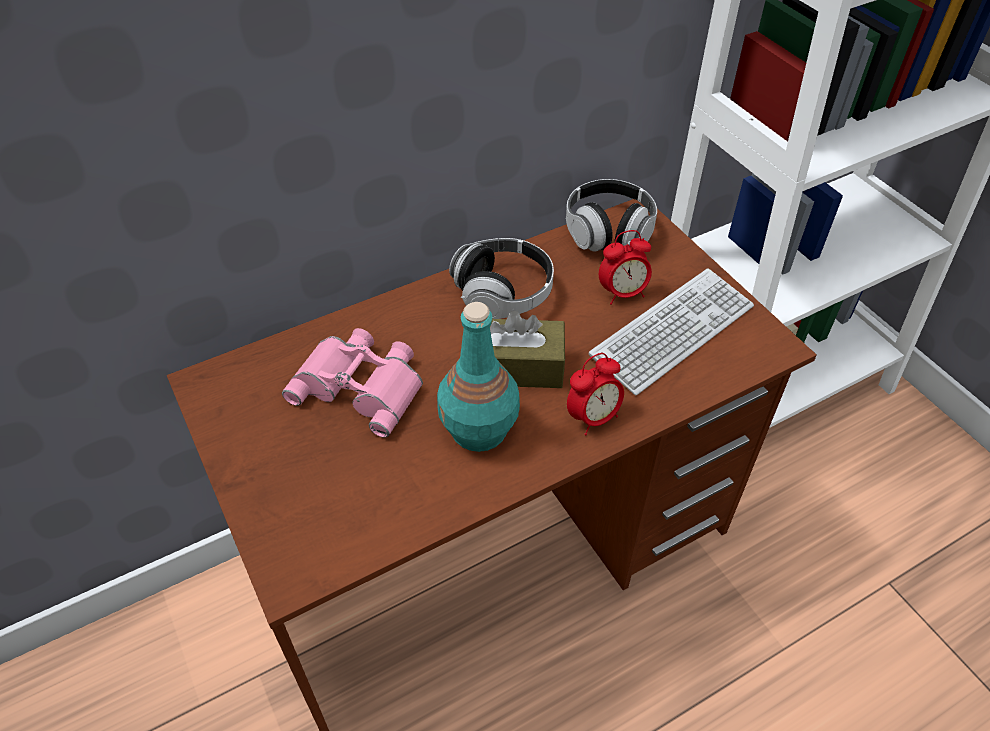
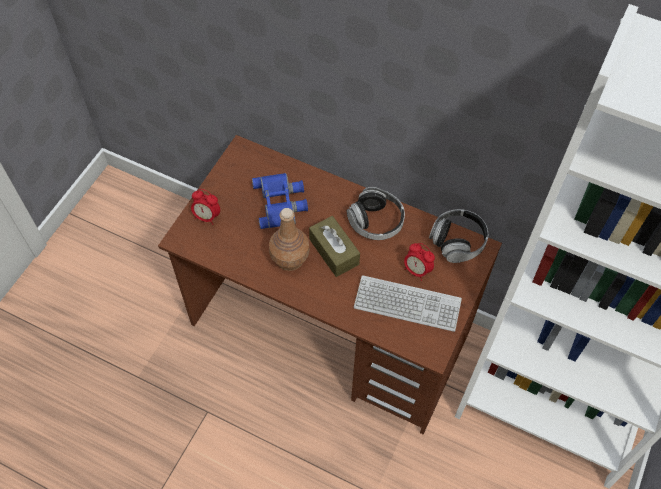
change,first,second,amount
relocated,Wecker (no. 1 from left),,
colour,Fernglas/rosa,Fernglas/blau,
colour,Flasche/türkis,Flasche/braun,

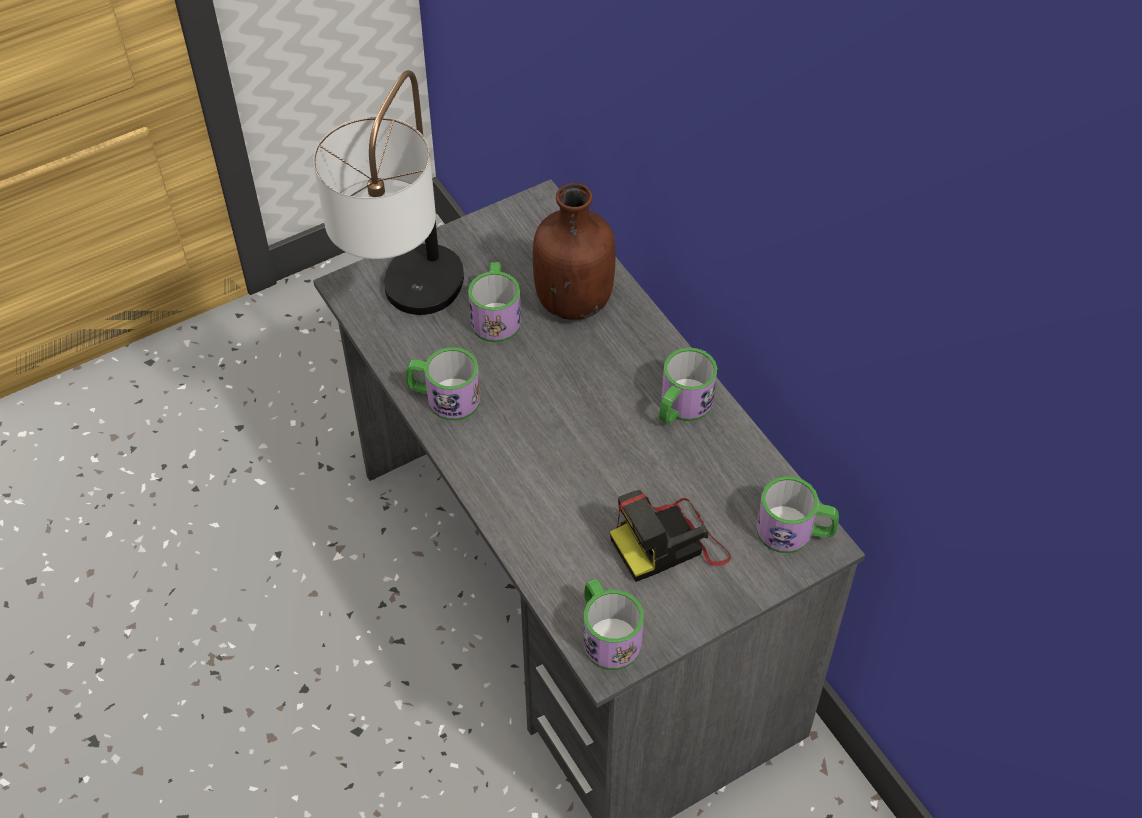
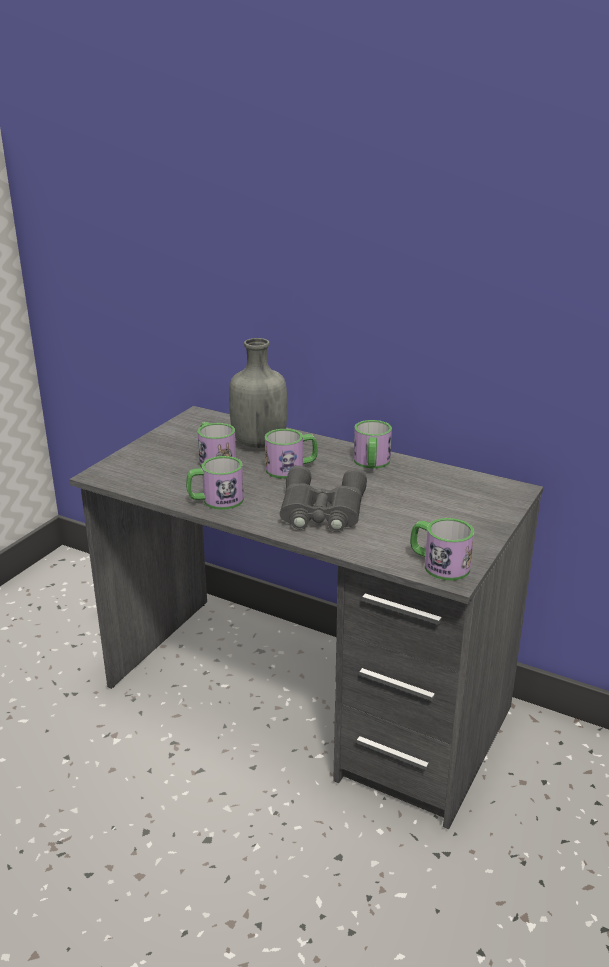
change,first,second,amount
missing,Tischlampe,,
missing,Kamera,,
appeared,,Fernglas/grau,
relocated,Henkelbecher (no. 5 from left in the first image),Henkelbecher (no. 3 from left),
colour,Flasche/braun,Flasche/grau,

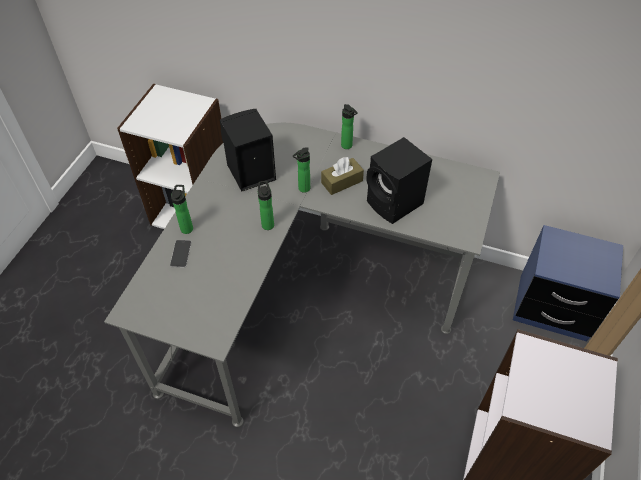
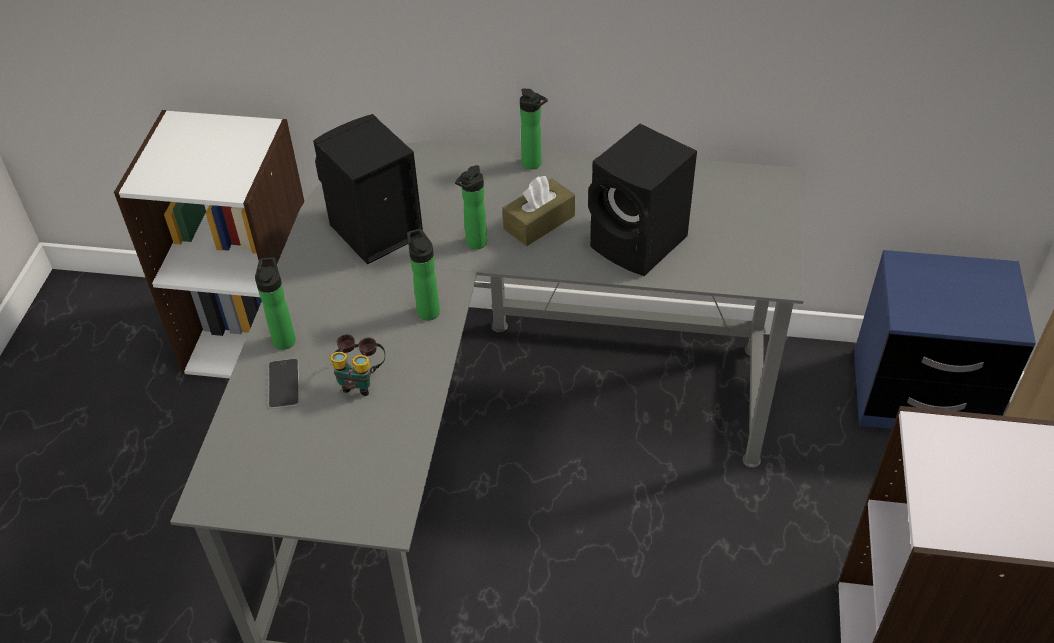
change,first,second,amount
appeared,,Fernglas,

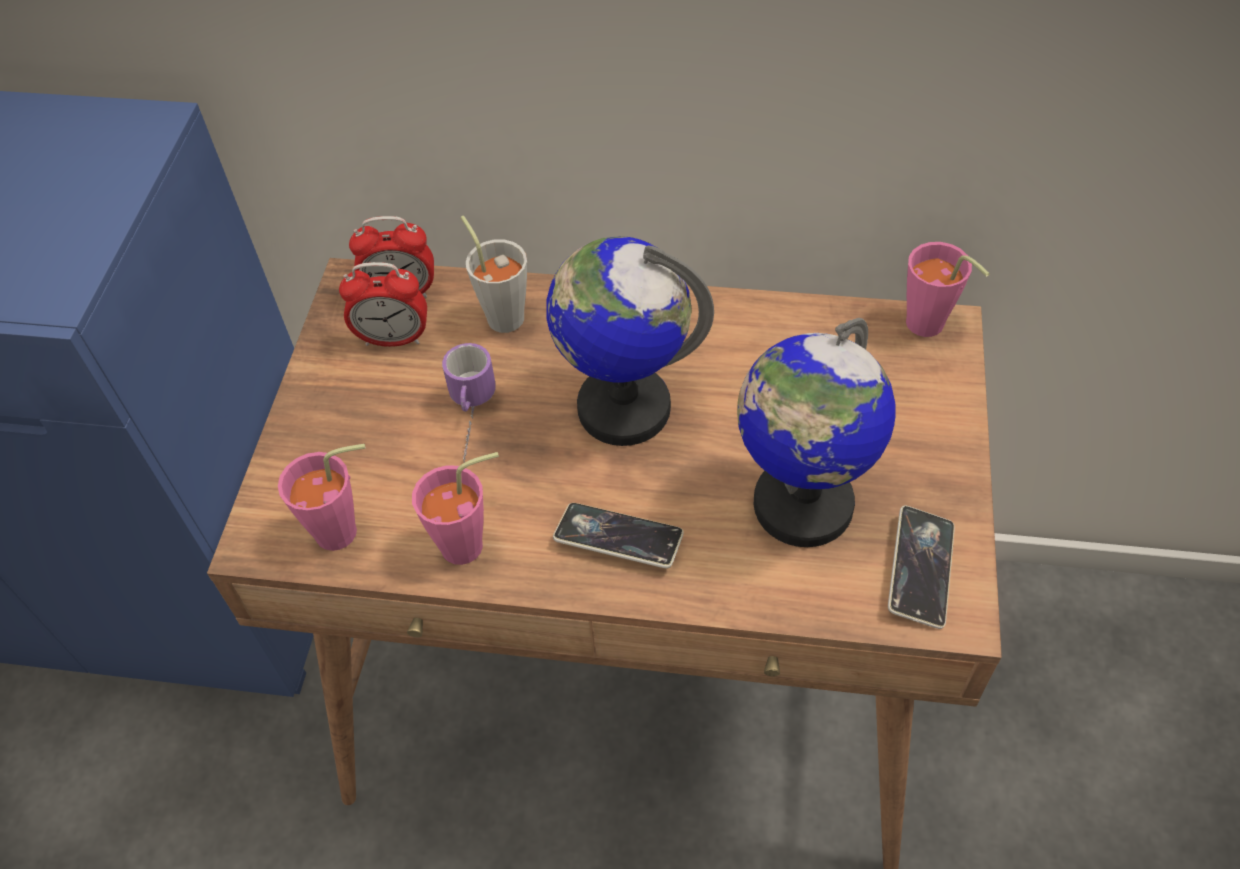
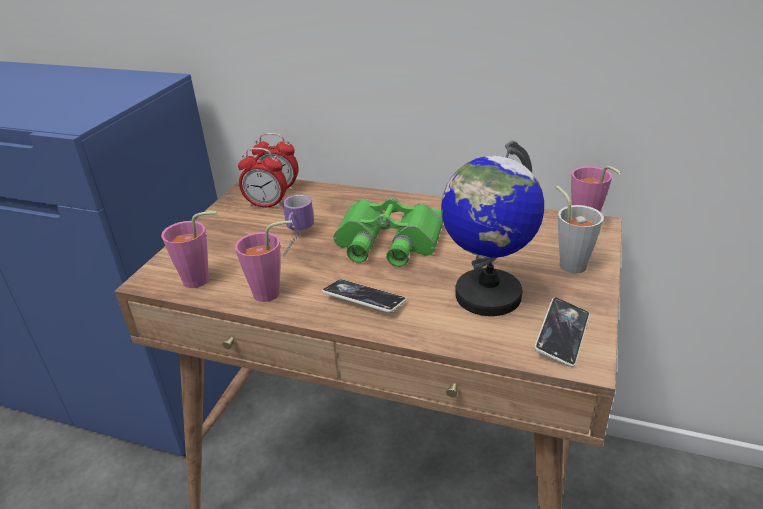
change,first,second,amount
relocated,Tasse/grau,,
exchanged,Globus (no. 1 from left),Fernglas/grün,

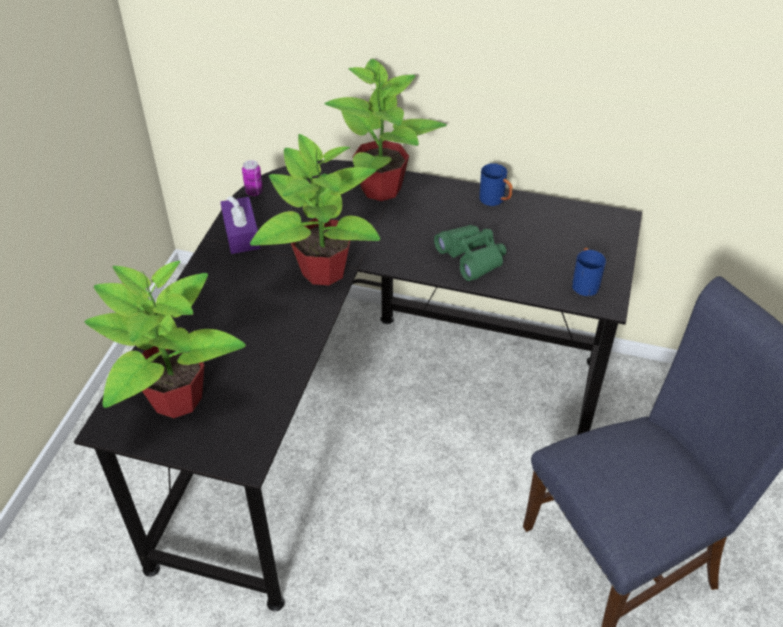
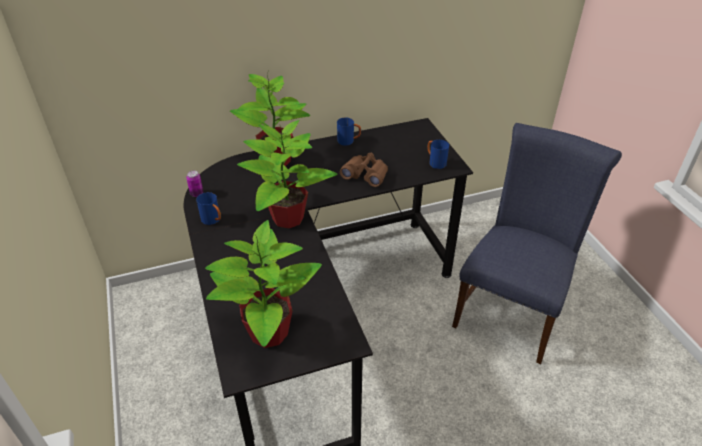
change,first,second,amount
exchanged,Taschentuchbox/lila,Henkelbecher/blau (no. 1 from left),
colour,Fernglas/grün,Fernglas/braun,

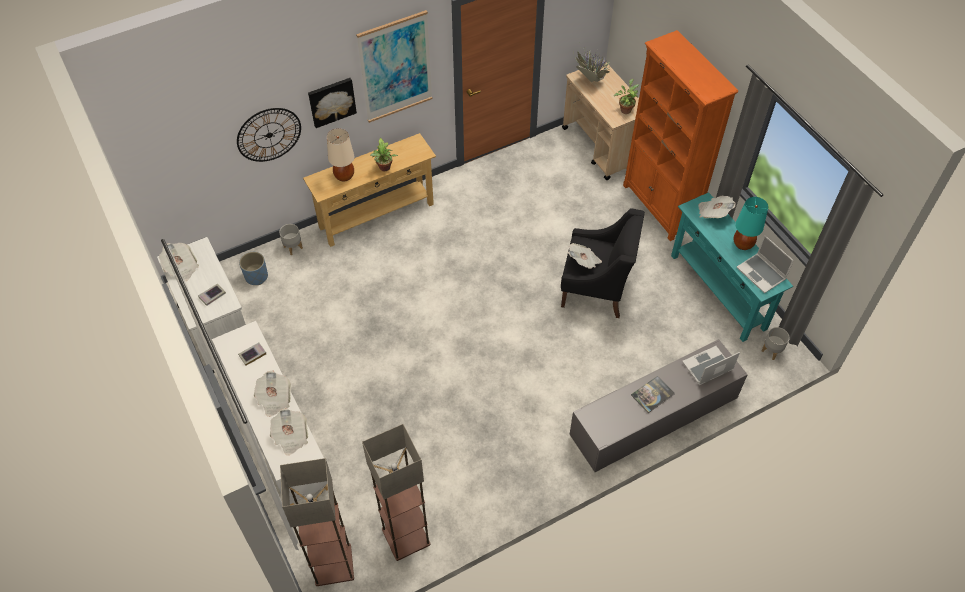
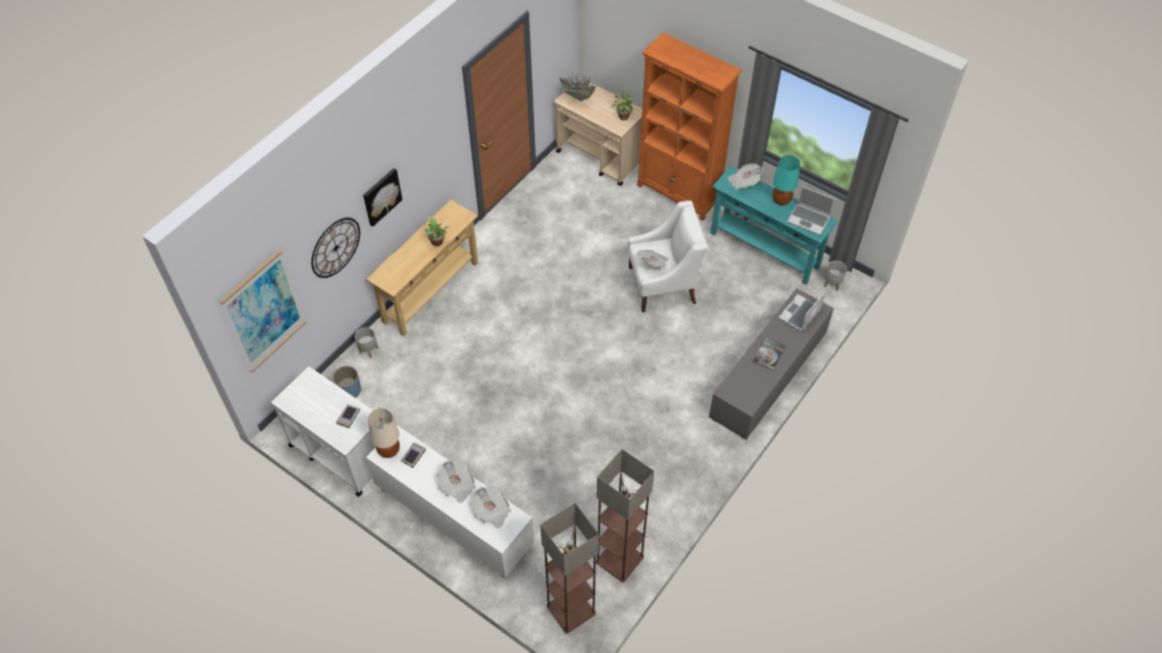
change,first,second,amount
missing,Zeitung (no. 1 from left),,
relocated,Tischlampe/beige,,
relocated,Bild (no. 2 from left in the first image),Bild (no. 1 from left),
colour,Sessel/schwarz,Sessel/weiß,

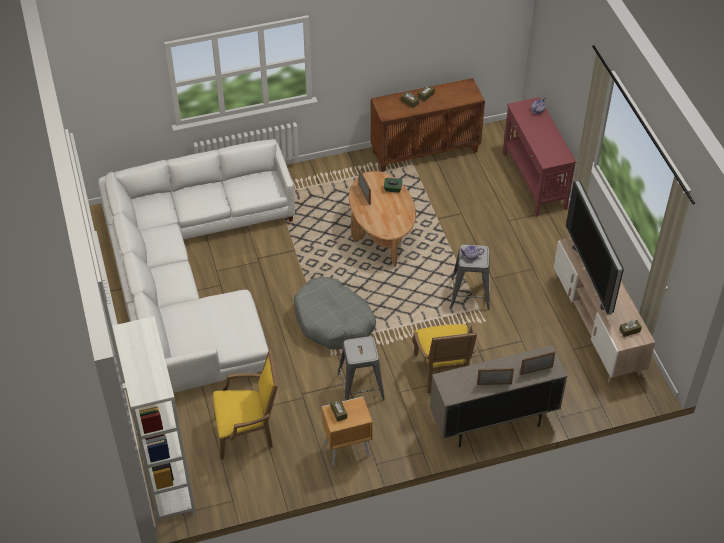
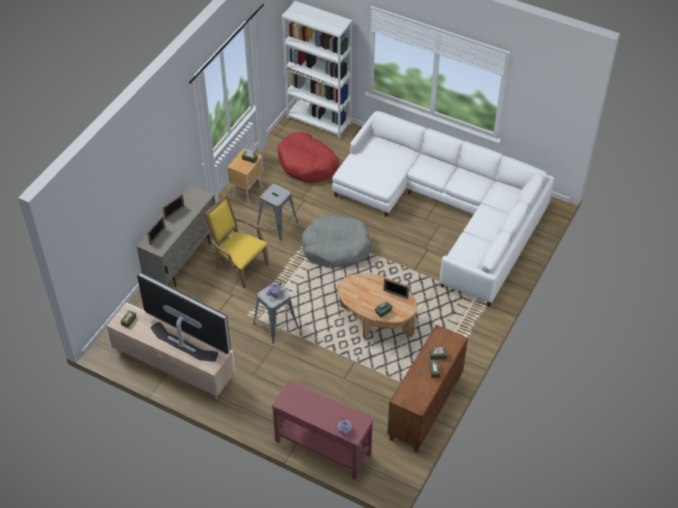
change,first,second,amount
exchanged,Sessel/gelb (no. 1 from left),Hundebett/rot,

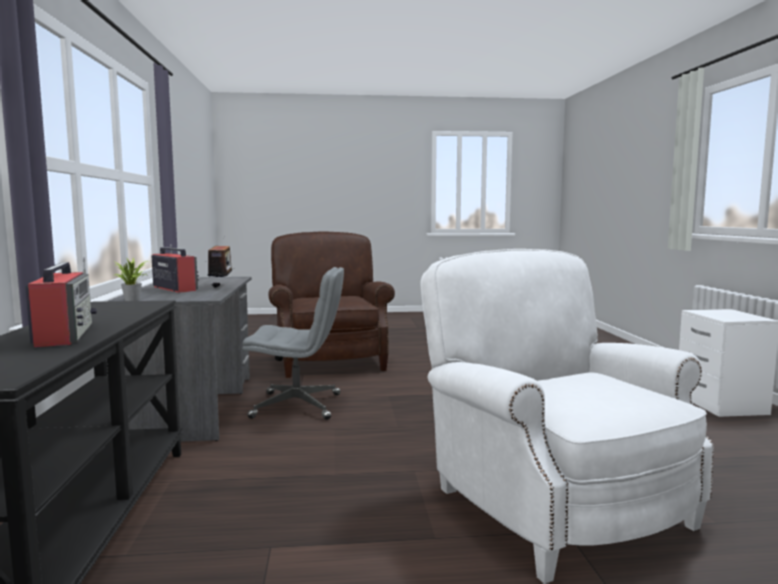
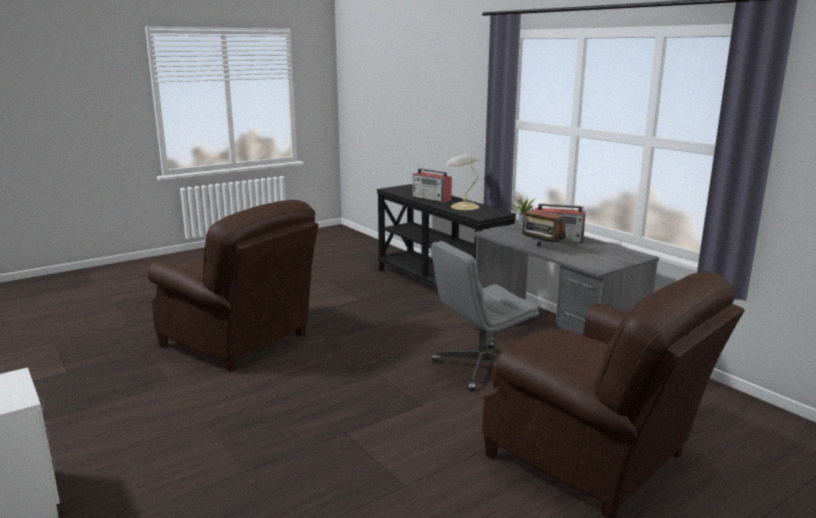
change,first,second,amount
appeared,,Tischlampe,
colour,Sessel/weiß,Sessel/braun (no. 1 from left),

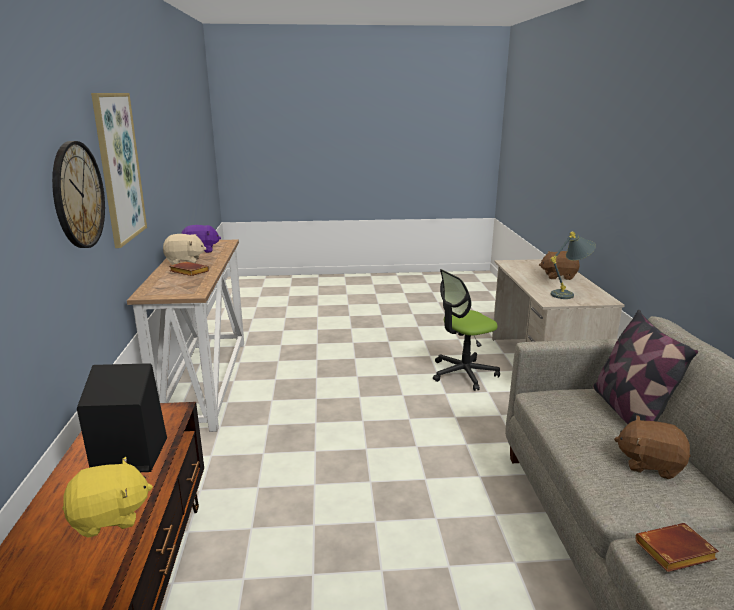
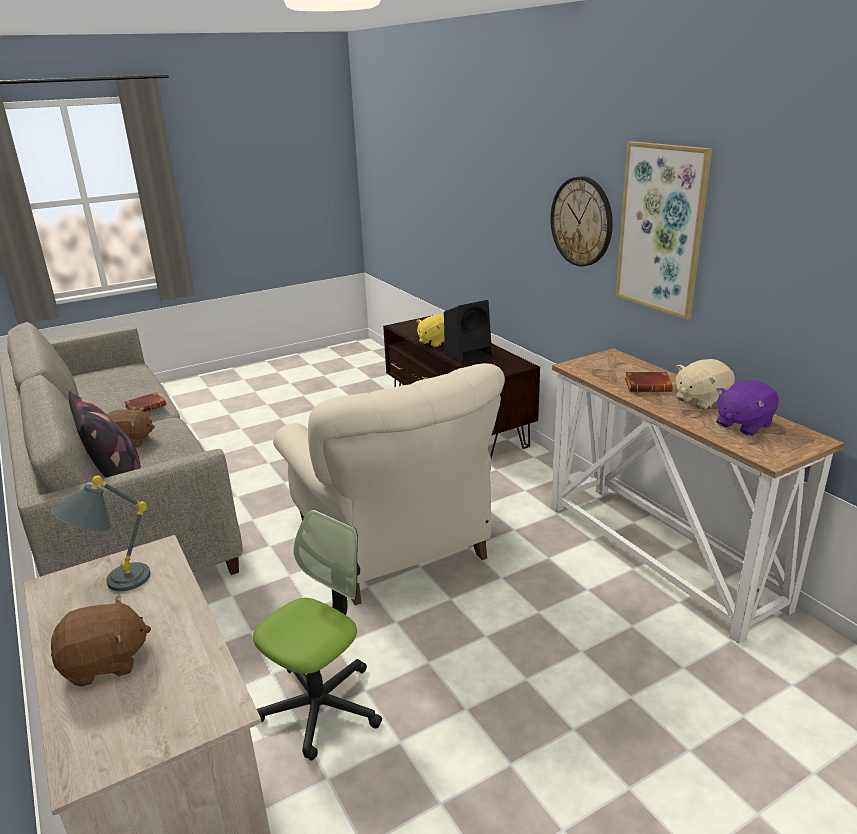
change,first,second,amount
appeared,,Sessel/beige,

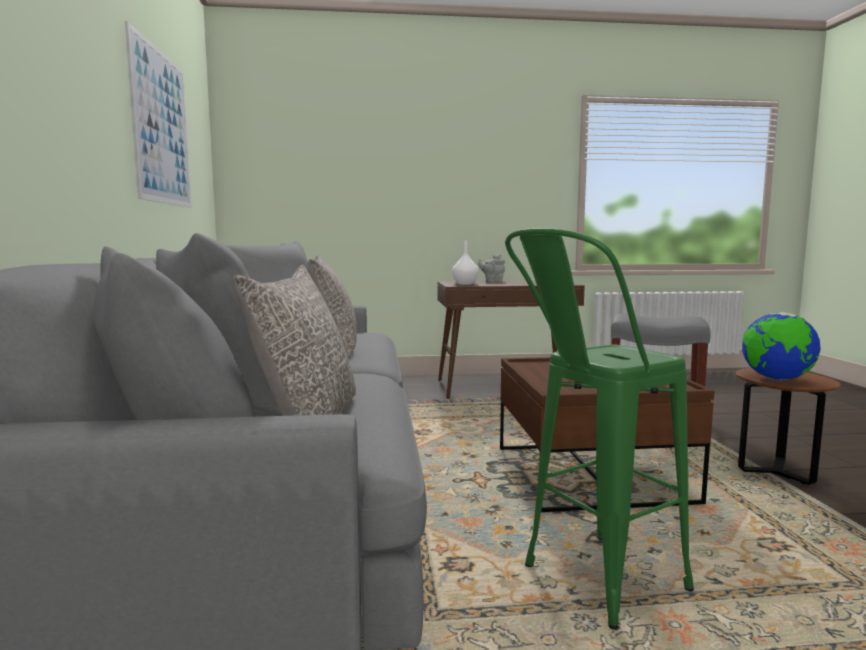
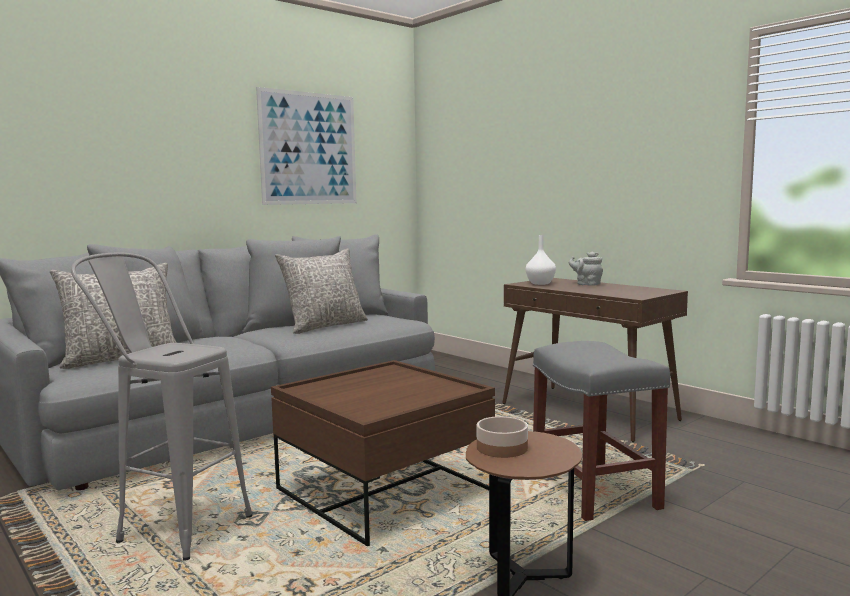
change,first,second,amount
exchanged,Globus,Schüssel,
colour,Hocker/grün,Hocker/grau (no. 1 from left),

